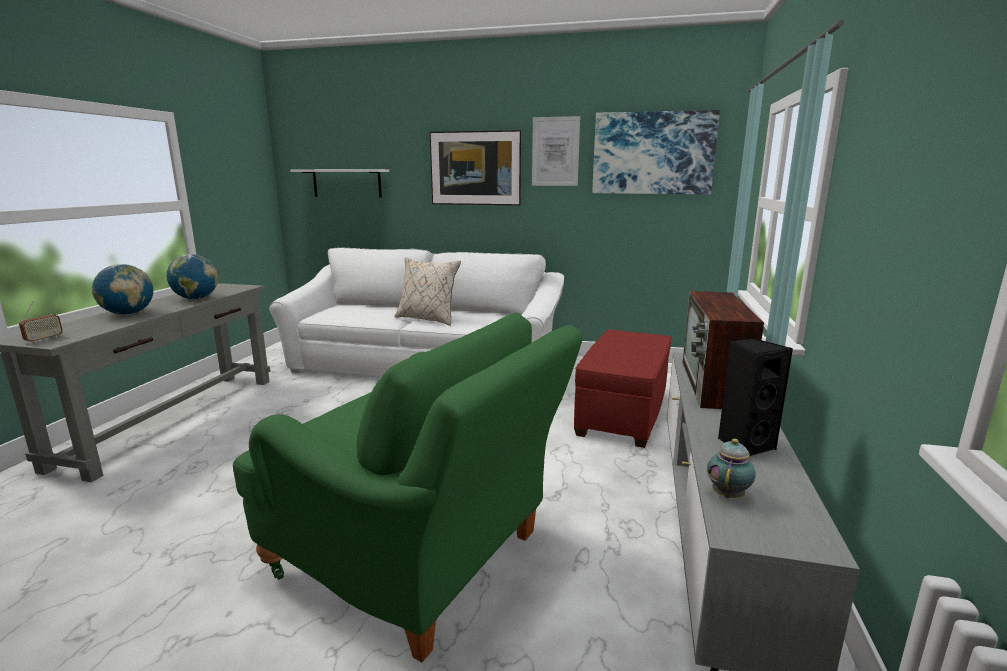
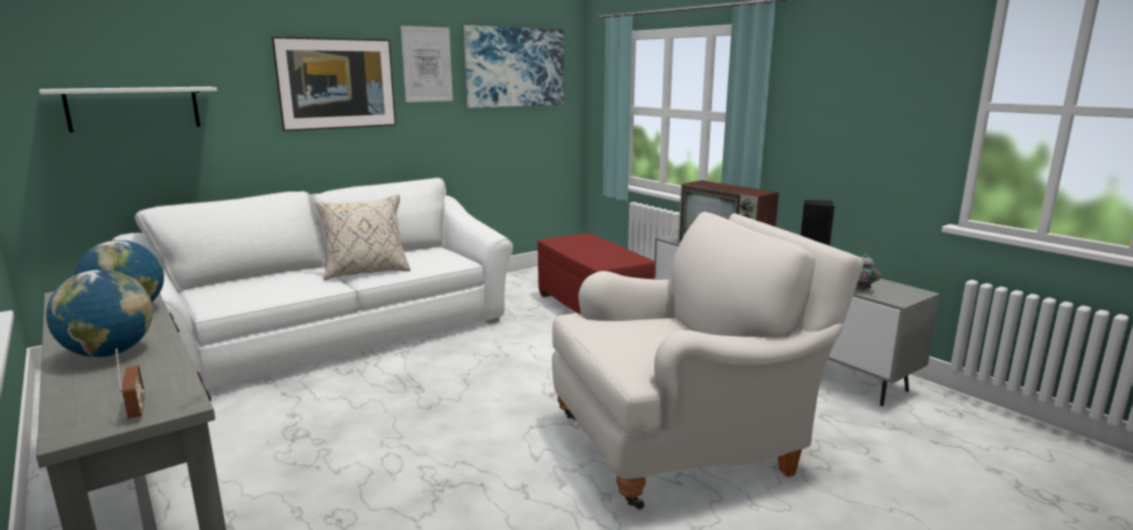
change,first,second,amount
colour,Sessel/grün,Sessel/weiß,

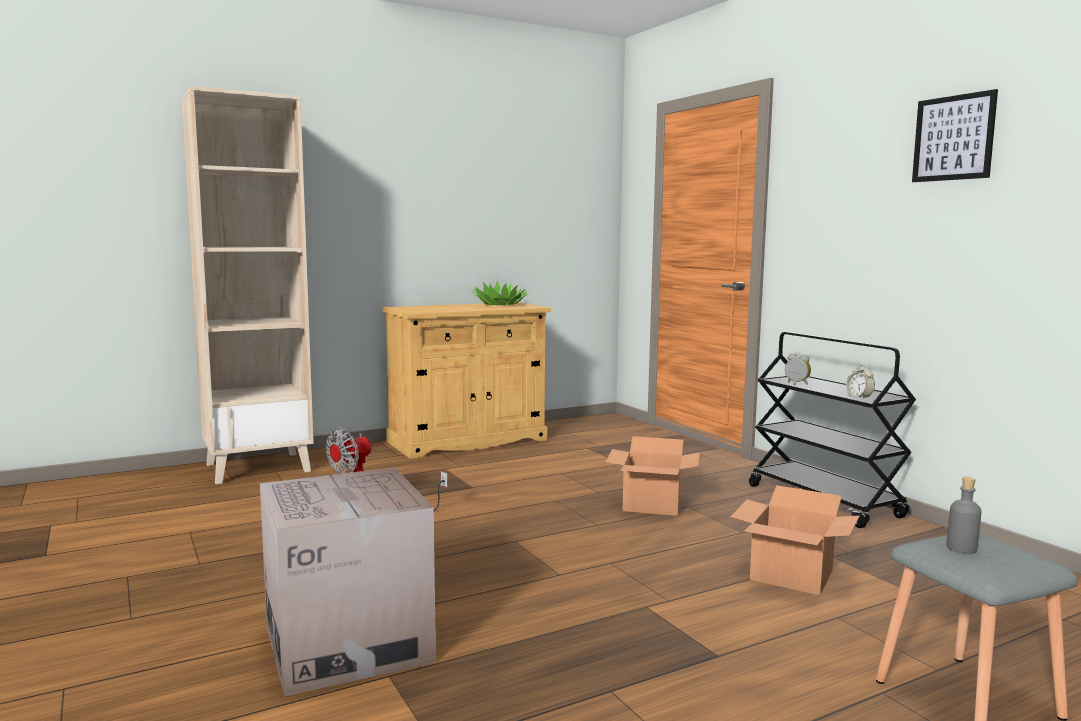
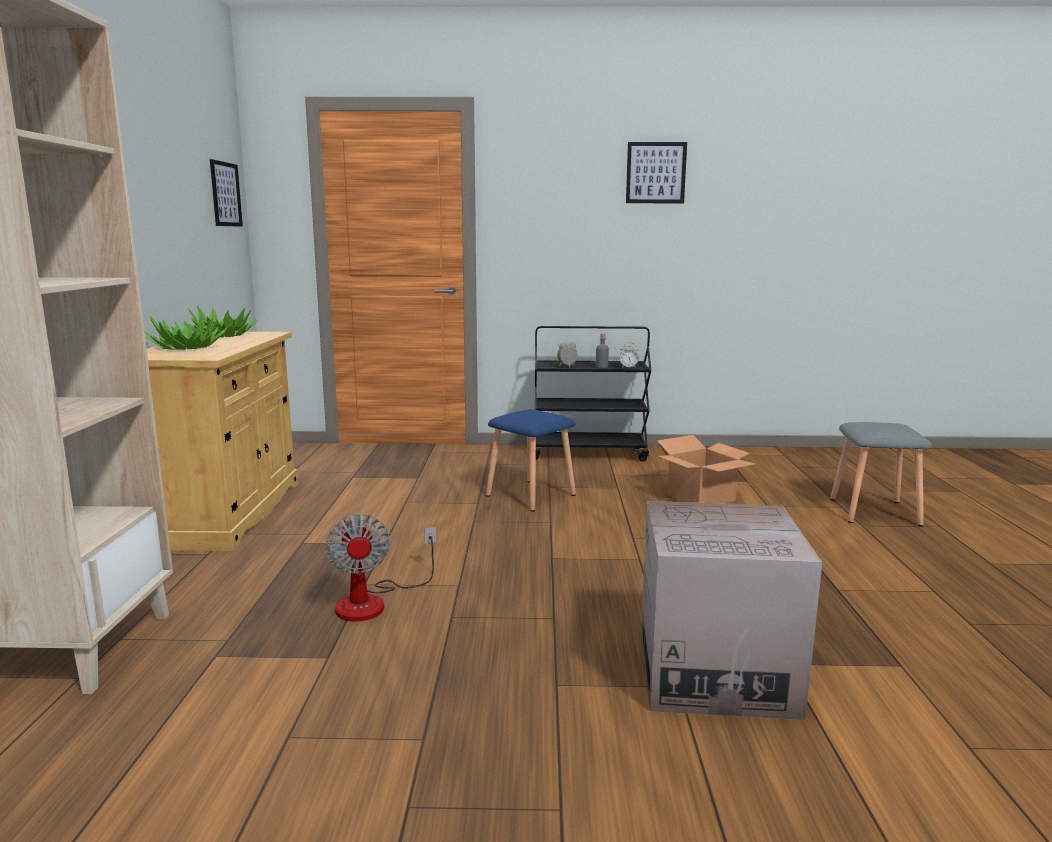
change,first,second,amount
appeared,,Topfpflanze (no. 1 from left),
appeared,,Bild (no. 1 from left),
relocated,Flasche/grau,,
exchanged,Karton (no. 2 from left),Hocker/blau,

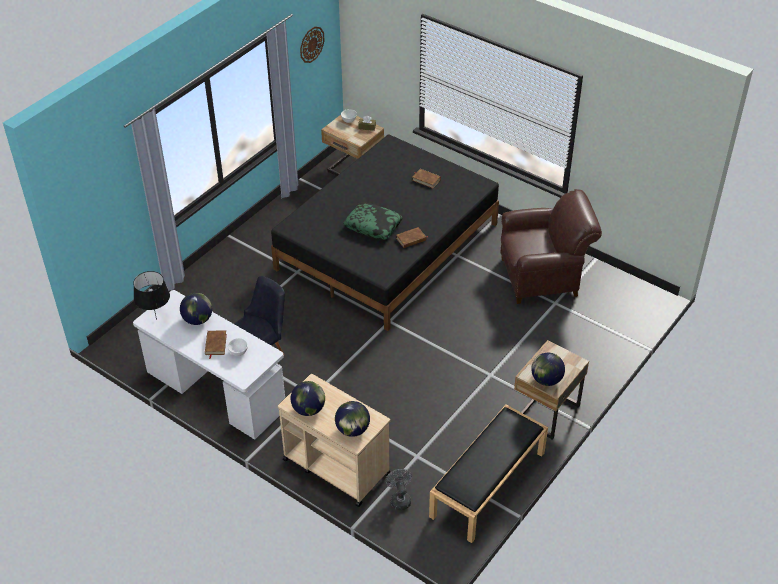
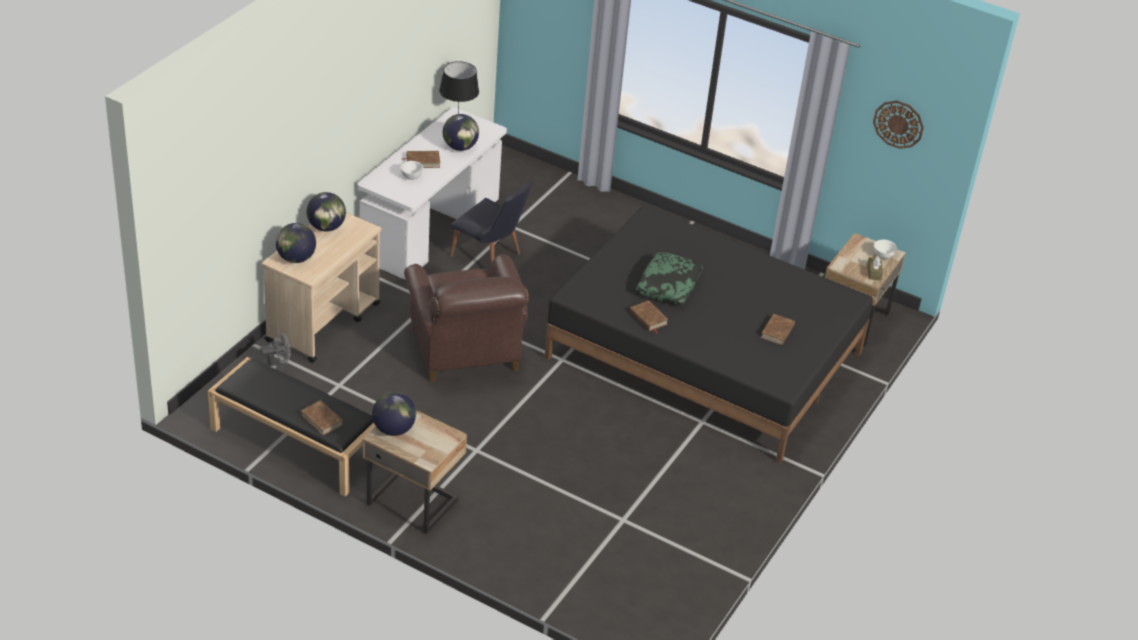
change,first,second,amount
appeared,,Buch/braun (no. 1 from left),
relocated,Sessel/braun,,

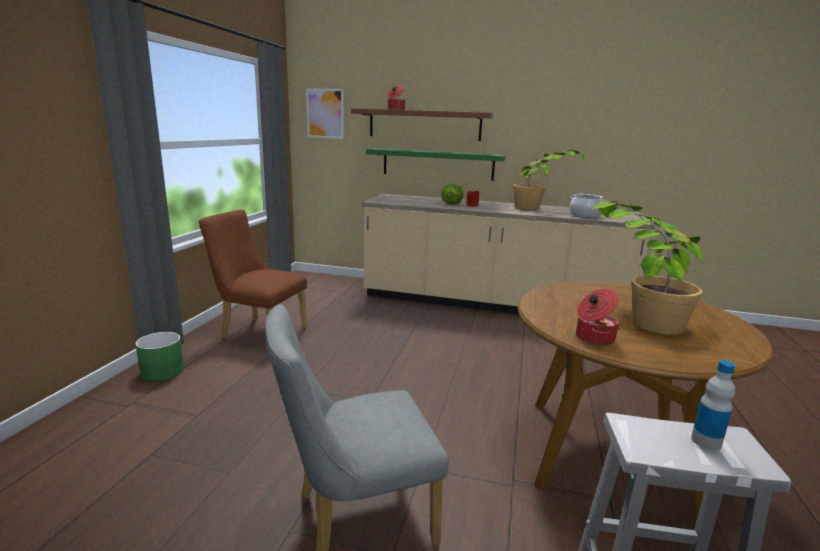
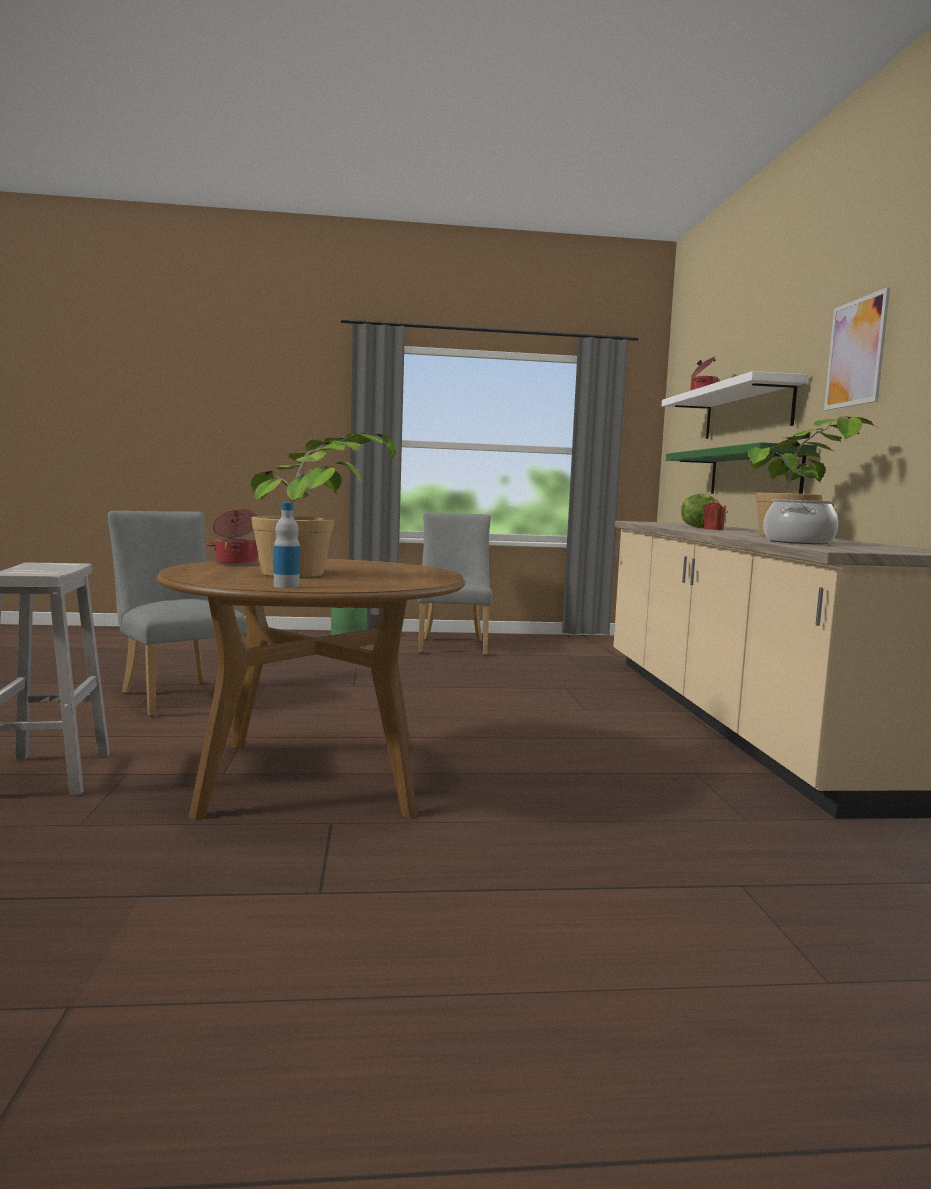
change,first,second,amount
relocated,Bild,,
relocated,Flasche,,
colour,Stuhl/braun,Stuhl/grau (no. 2 from left),
colour,Wandregal/braun,Wandregal/weiß,

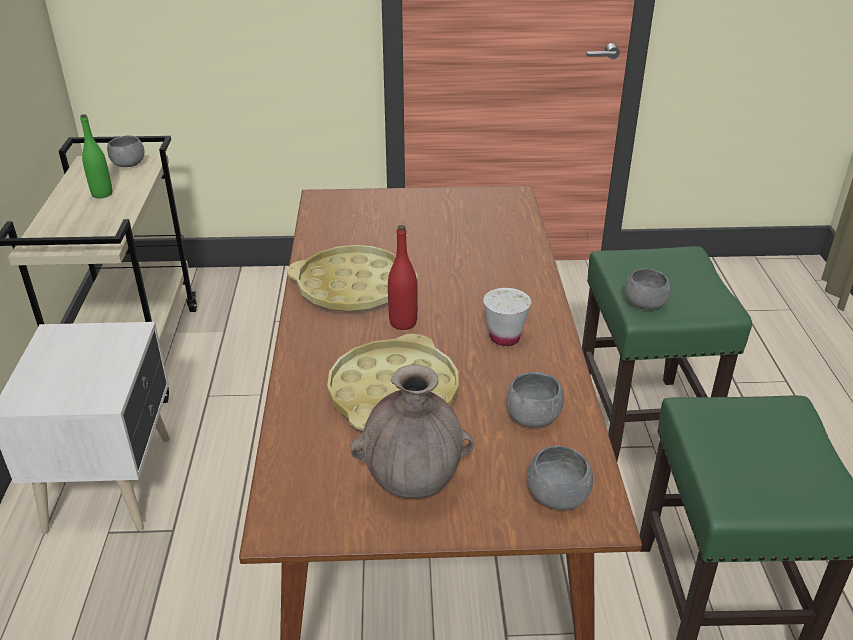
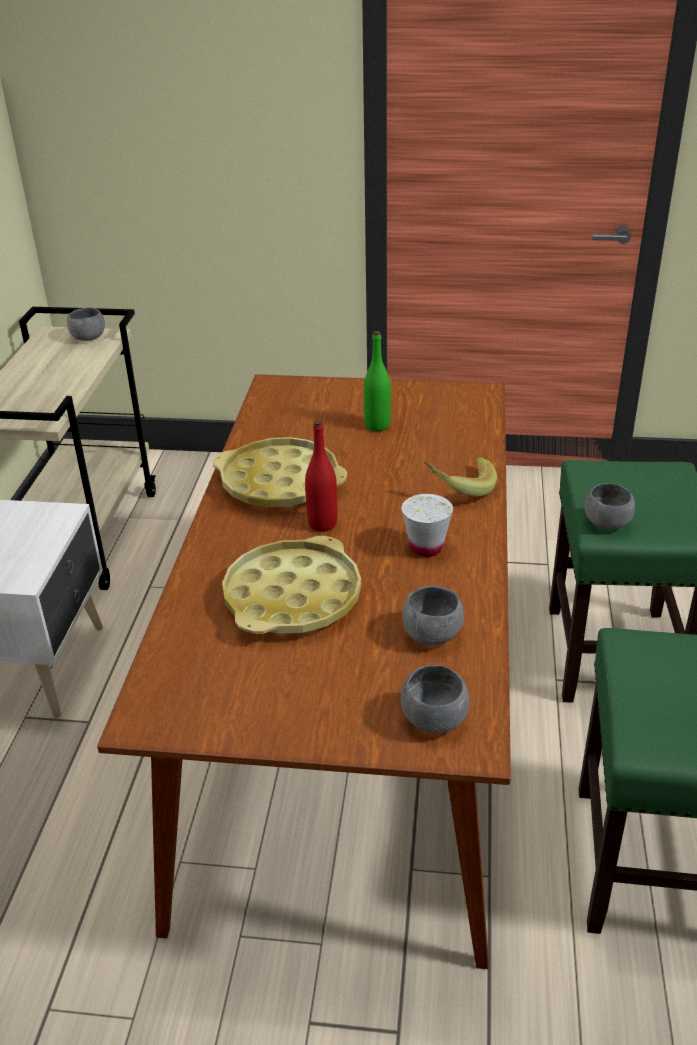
change,first,second,amount
missing,Vase/braun,,
appeared,,Banane,
relocated,Flasche/grün,,

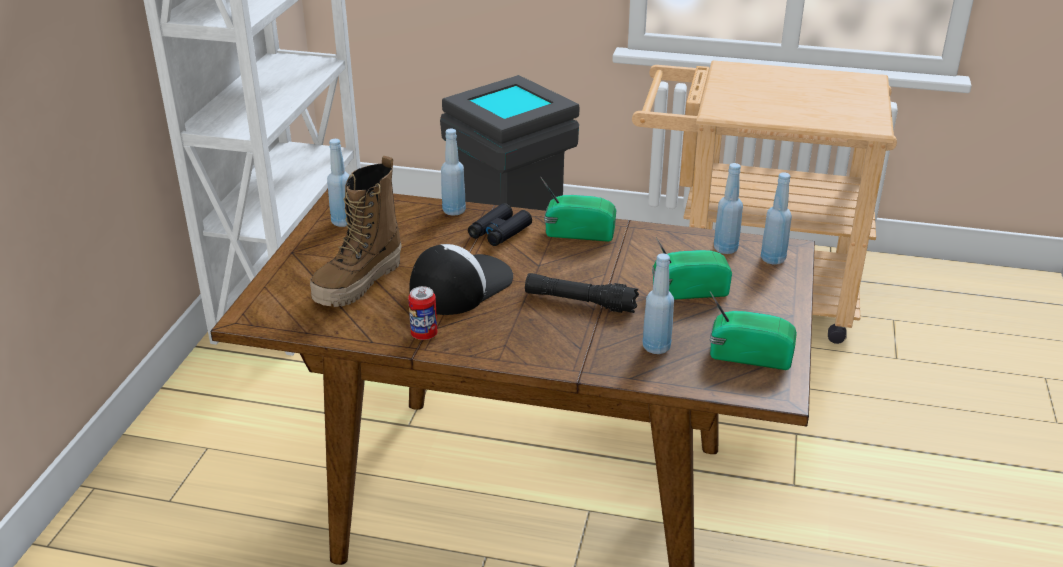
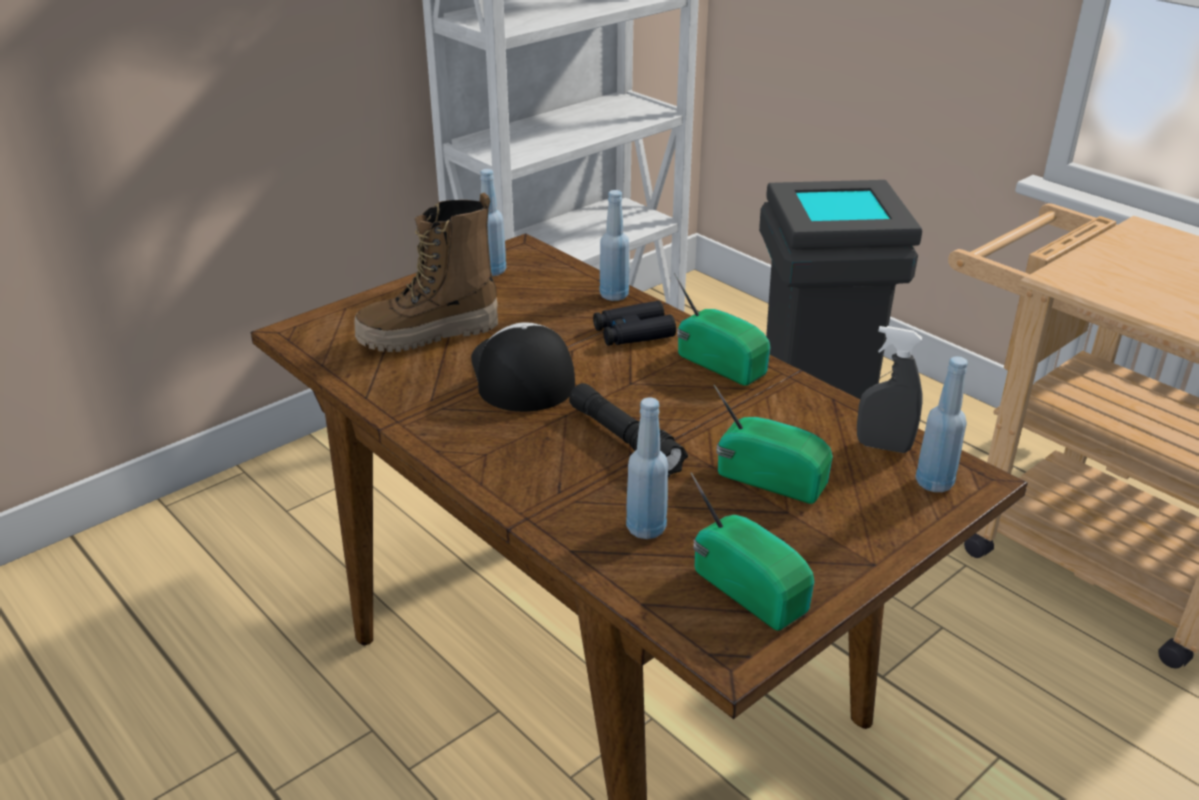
change,first,second,amount
missing,Dose,,
exchanged,Flasche/blau (no. 4 from left),Sprühflasche/grau,
spun,Kappe,,90 degrees counterclockwise

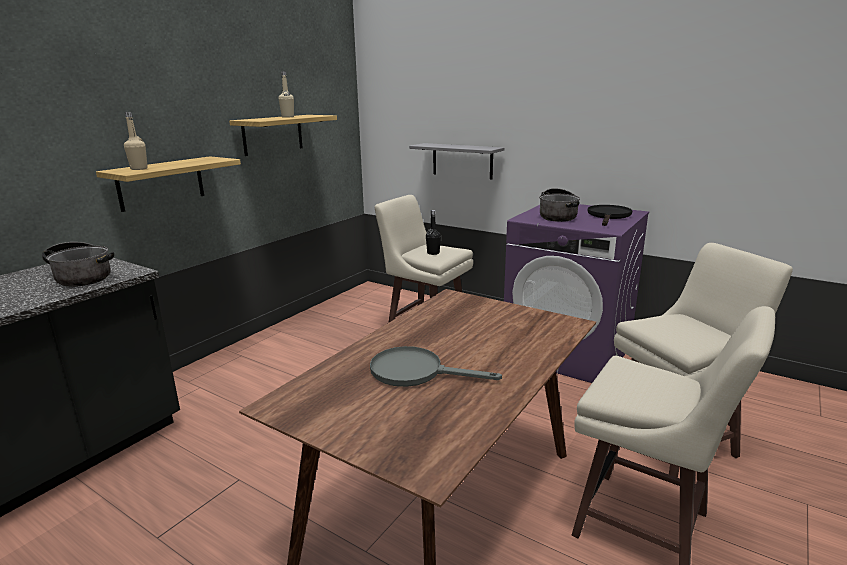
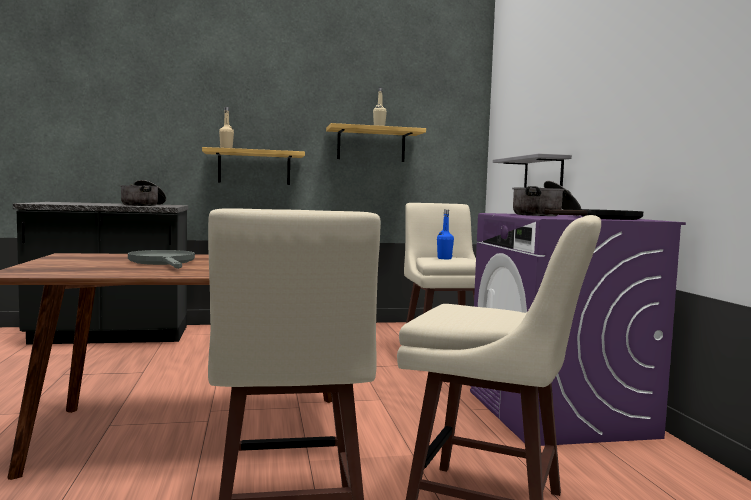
change,first,second,amount
colour,Flasche/schwarz,Flasche/blau,

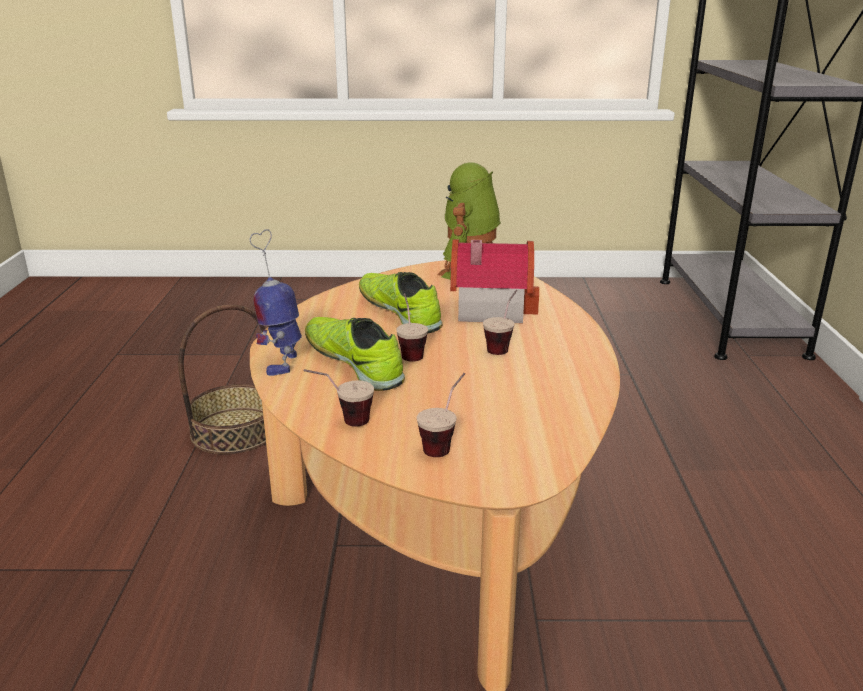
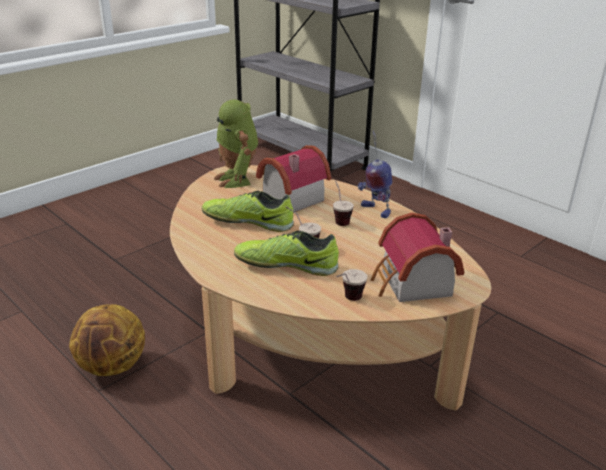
change,first,second,amount
relocated,Spielzeugroboter (no. 1 from left in the first image),Spielzeugroboter (no. 2 from left),
exchanged,Korb,Basketball,
exchanged,Tasse (no. 3 from left),Spielzeughaus (no. 2 from left),

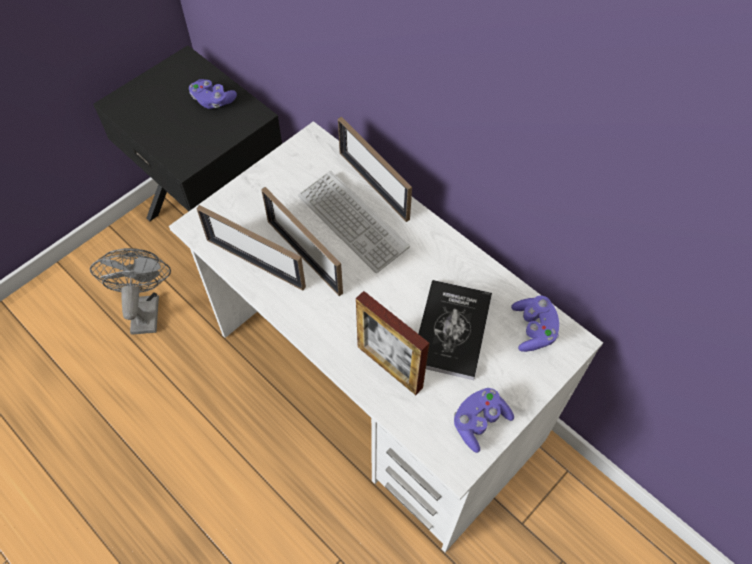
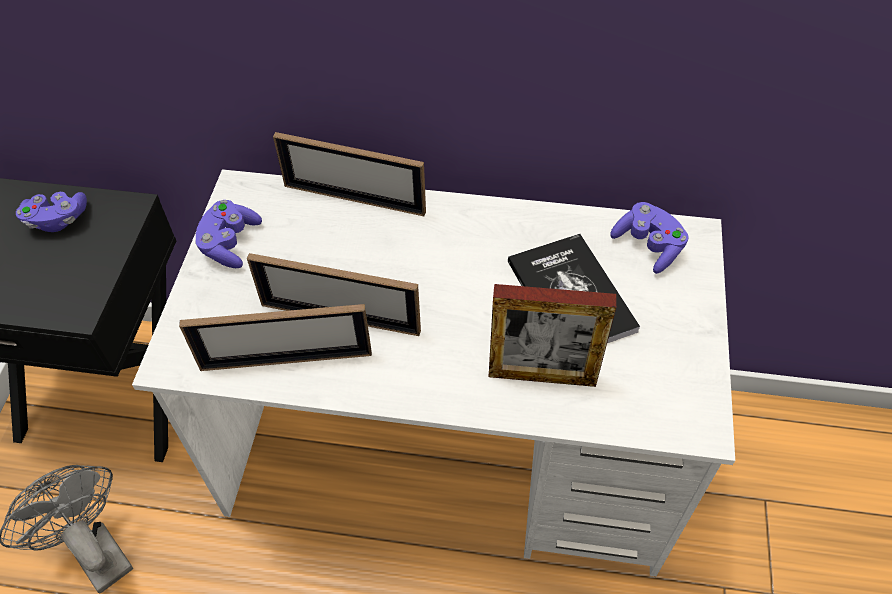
change,first,second,amount
missing,Tastatur,,
relocated,Gamepad/lila (no. 2 from left),,

